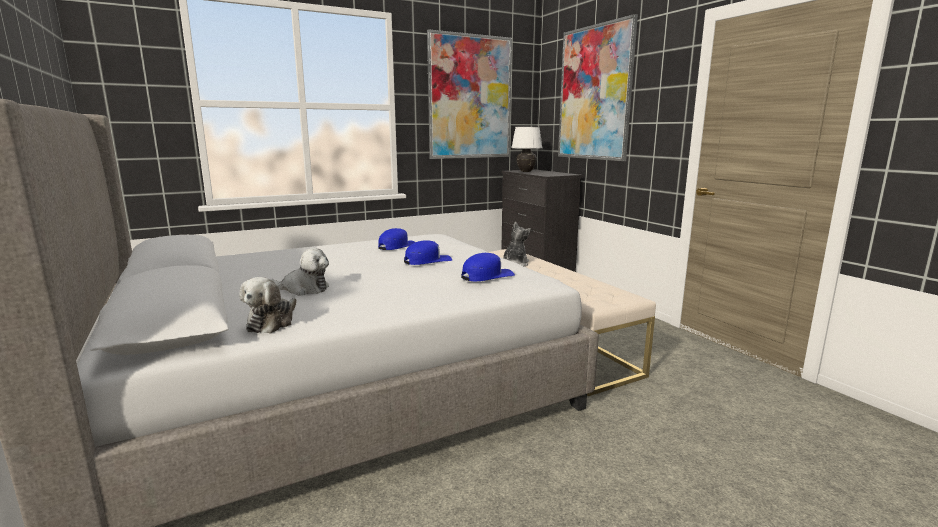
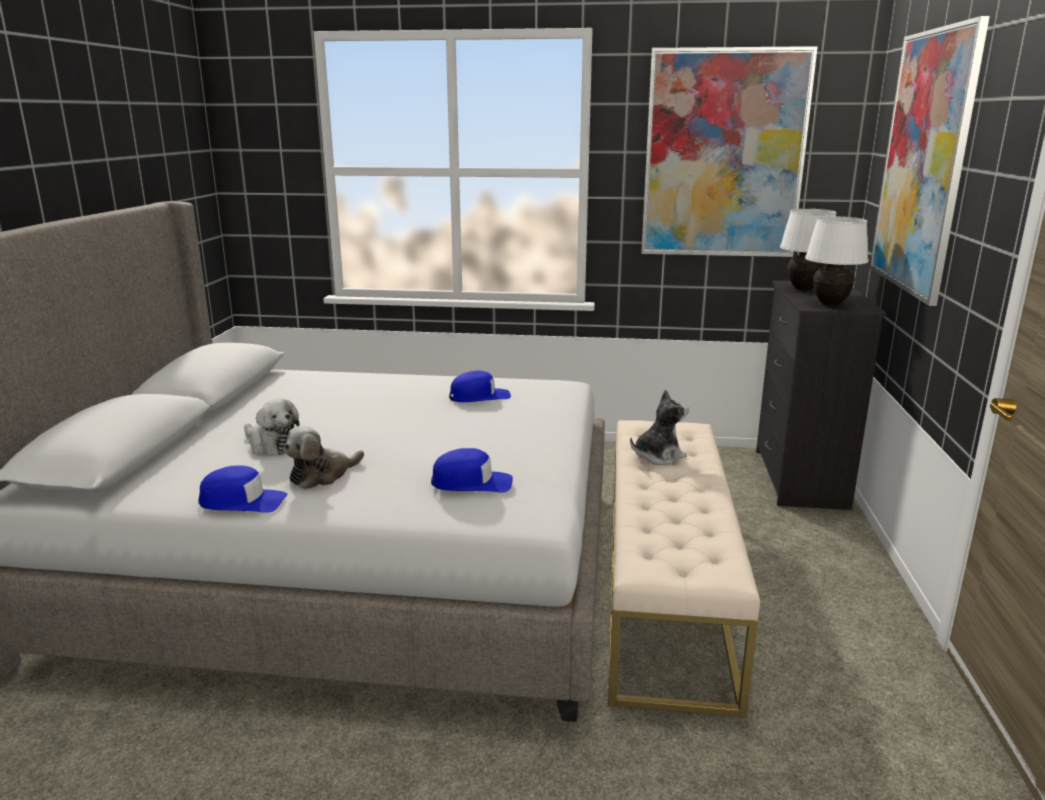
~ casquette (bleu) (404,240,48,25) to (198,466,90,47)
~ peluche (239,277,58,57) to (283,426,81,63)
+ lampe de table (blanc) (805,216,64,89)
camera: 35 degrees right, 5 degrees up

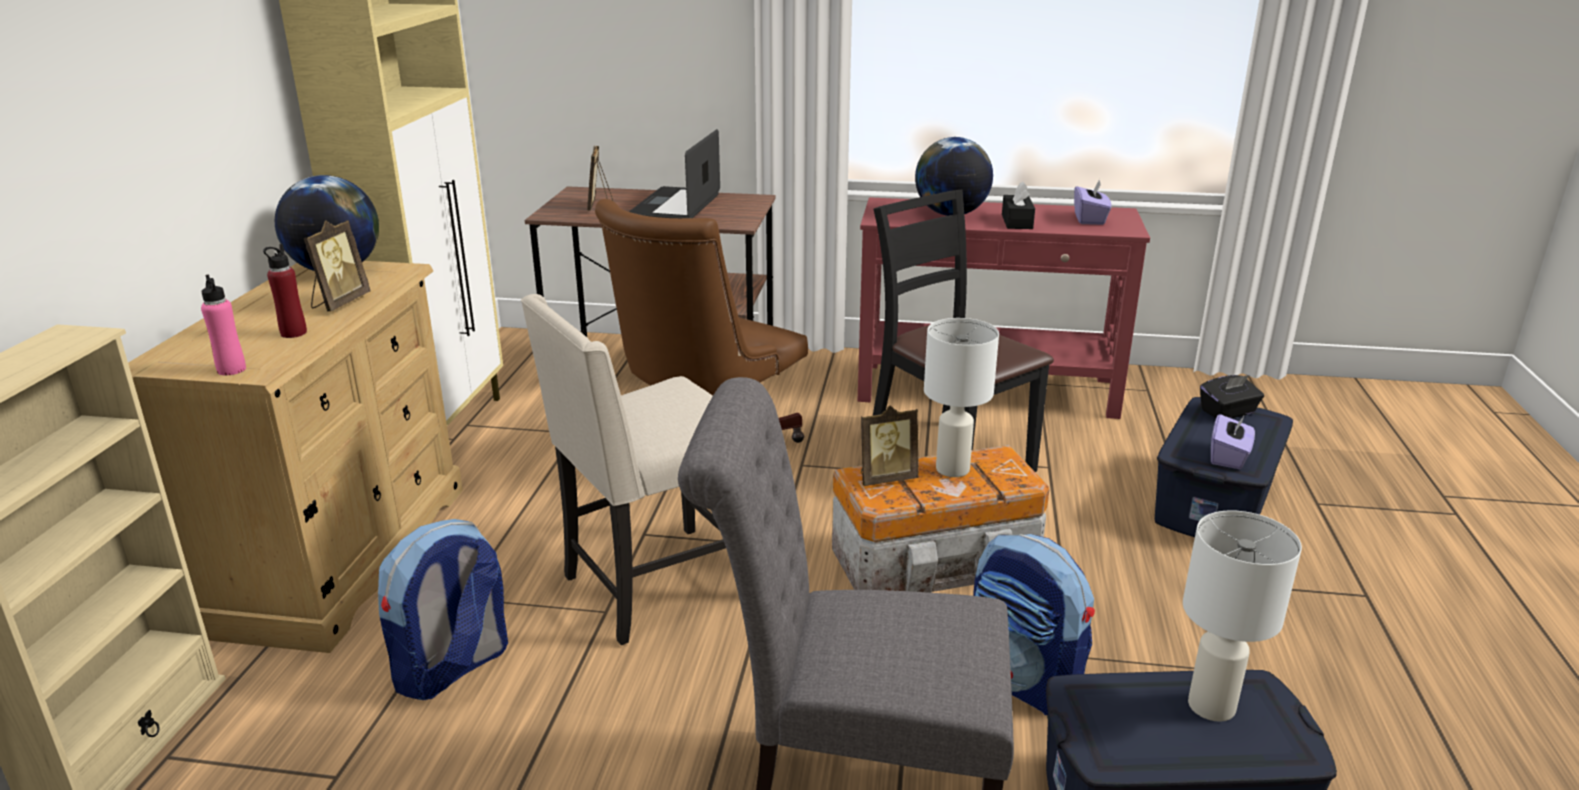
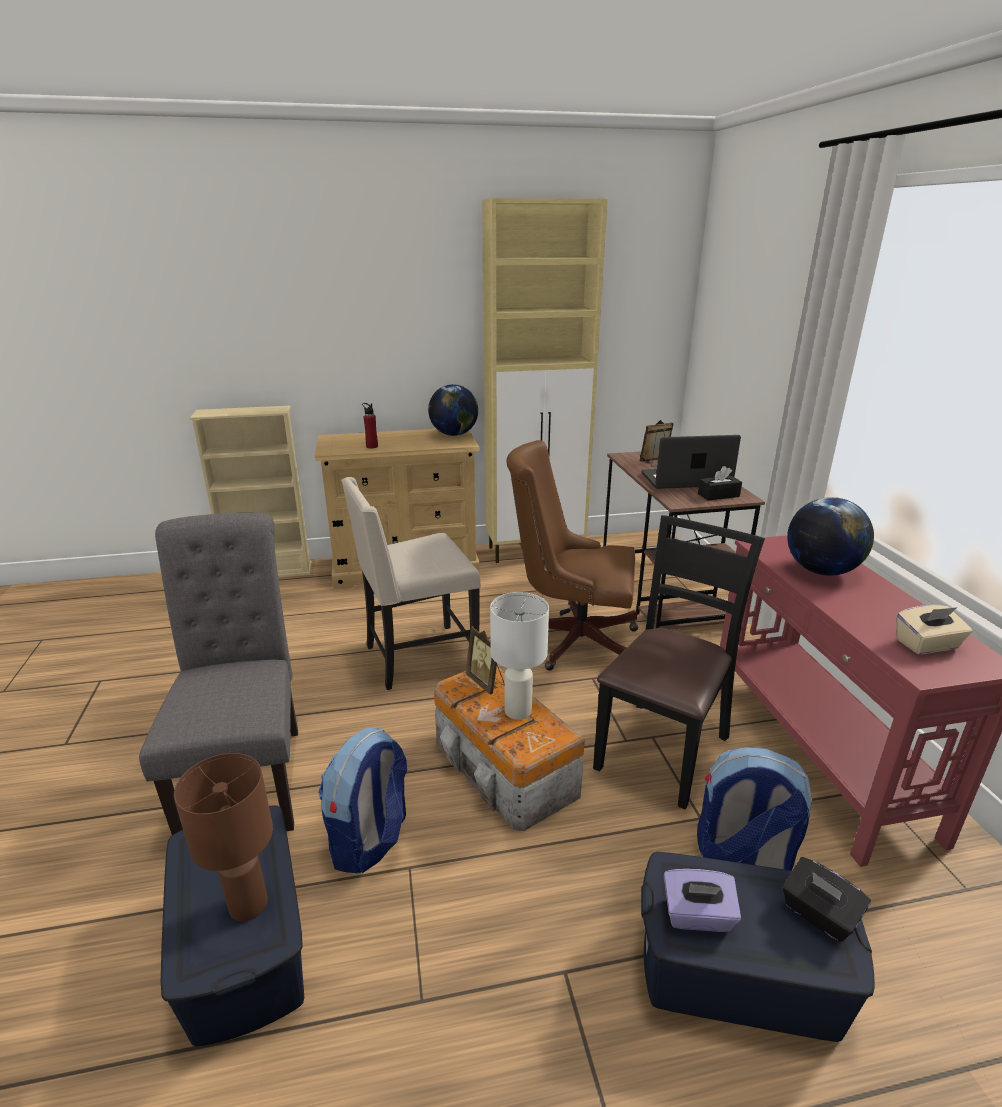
~ boîte à mouchoirs (violet) (1074,179,37,46) to boîte à mouchoirs (beige) (896,605,77,49)
~ boîte à mouchoirs (noir) (1002,182,33,47) to (698,466,44,35)
- cadre photo (304,220,66,92)
- bouteille (rose) (201,275,45,101)
~ chaise (beige) (521,294,205,351) = (341,477,140,213) 60 degrees counterclockwise
~ lampe de table (blanc) (1183,511,119,211) to lampe de table (marron) (174,753,99,169)
~ sac à dos (378,519,130,181) to (697,747,115,124)
camera: 70 degrees right, 0 degrees up

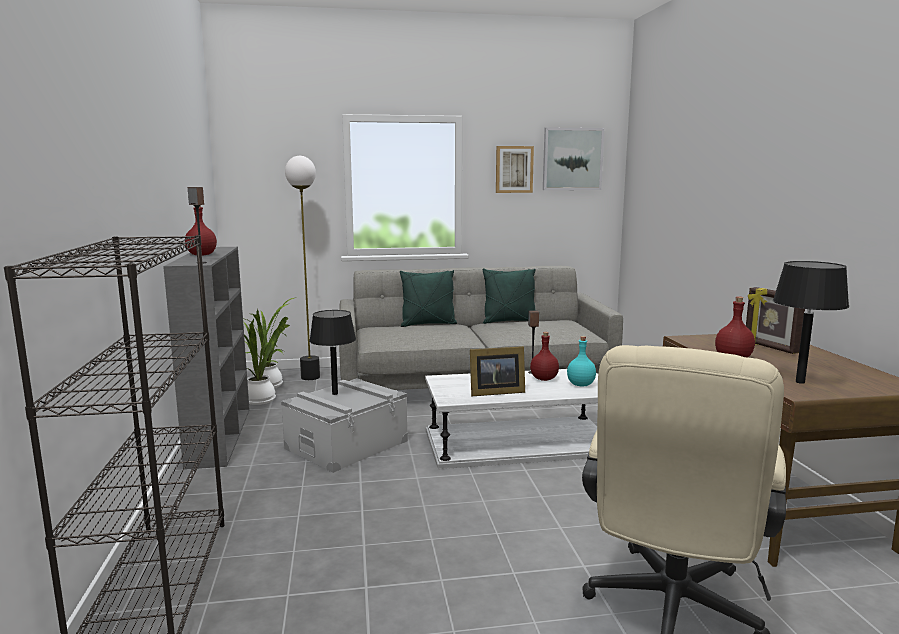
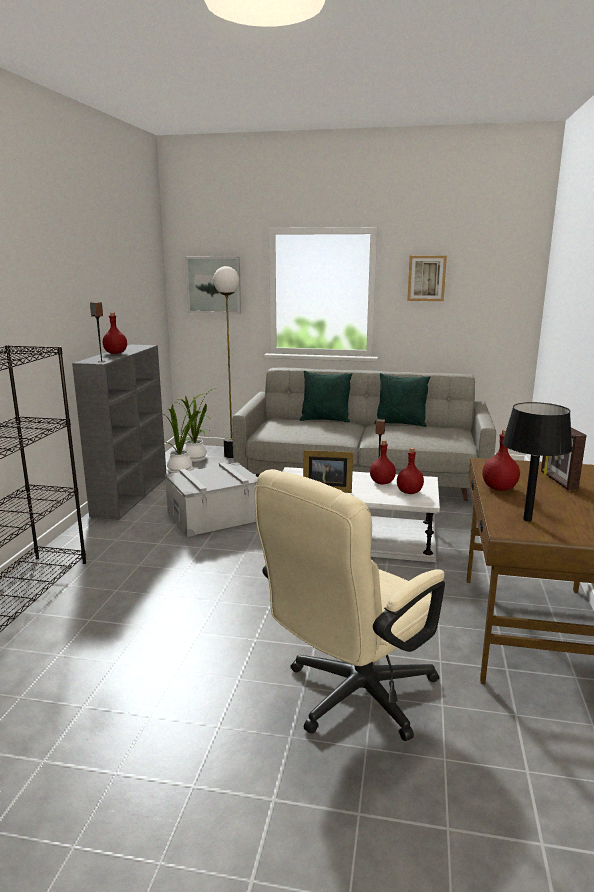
~ tableau (543,127,62,63) to (185,257,56,57)
- lampe de table (noir) (309,310,47,85)
~ bouteille (turquoise) (567,336,29,50) to bouteille (rouge) (397,448,27,46)
camera: 20 degrees right, 5 degrees up

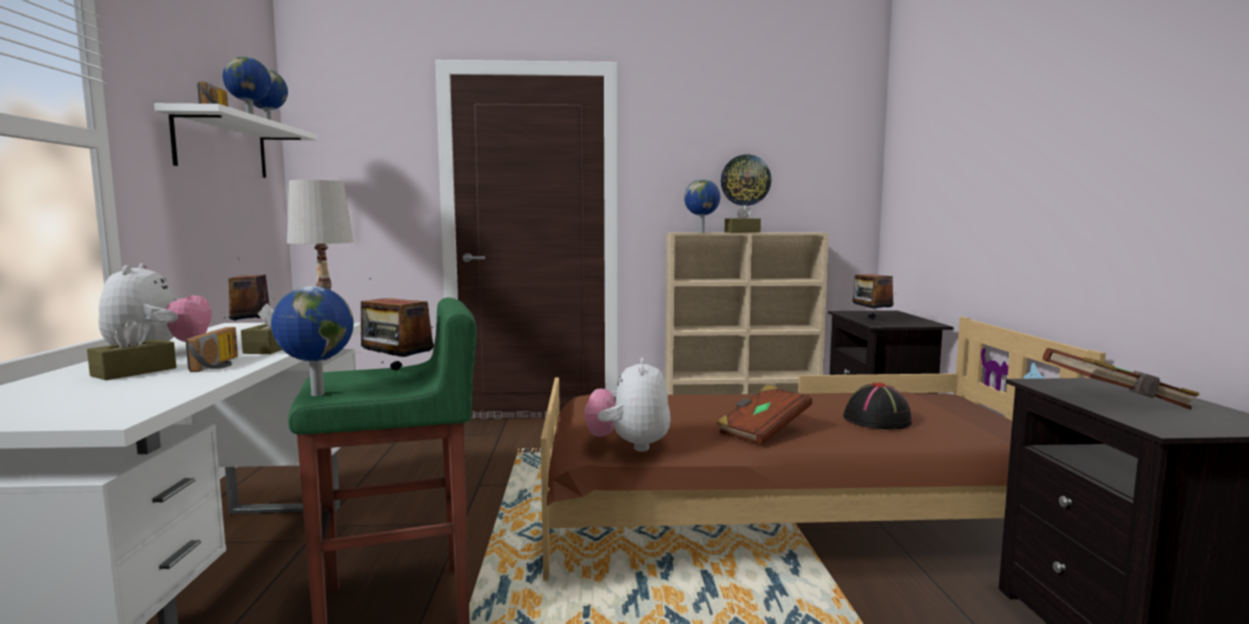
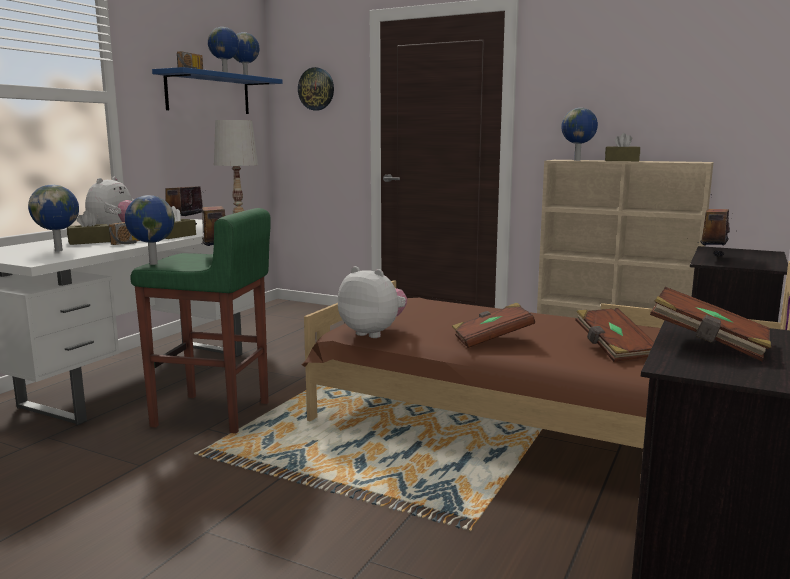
~ étagère (blanc) (154,103,163,75) to étagère (bleu) (152,67,131,47)
~ horloge murale (721,155,50,51) to (298,67,36,43)
~ peluche (585,358,86,93) = (338,266,69,72) 90 degrees clockwise
~ chapeau (noir) (843,382,69,48) to livre (marron) (575,308,79,54)
+ globe (28,185,51,67)
camera: 30 degrees right, 5 degrees up

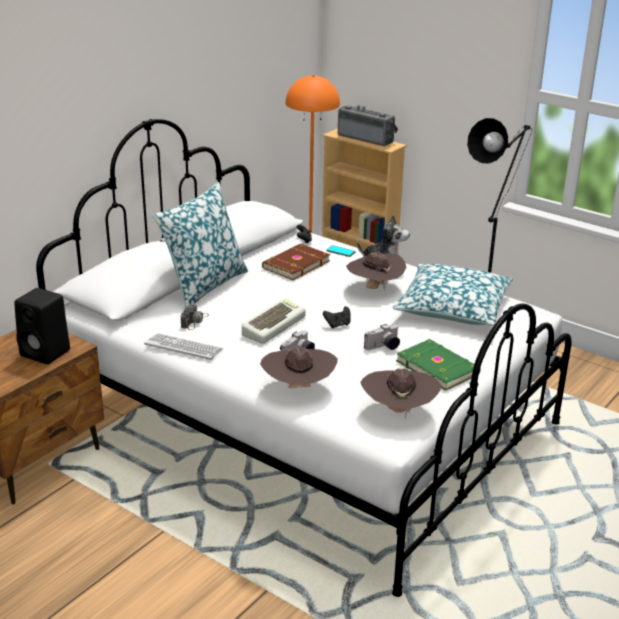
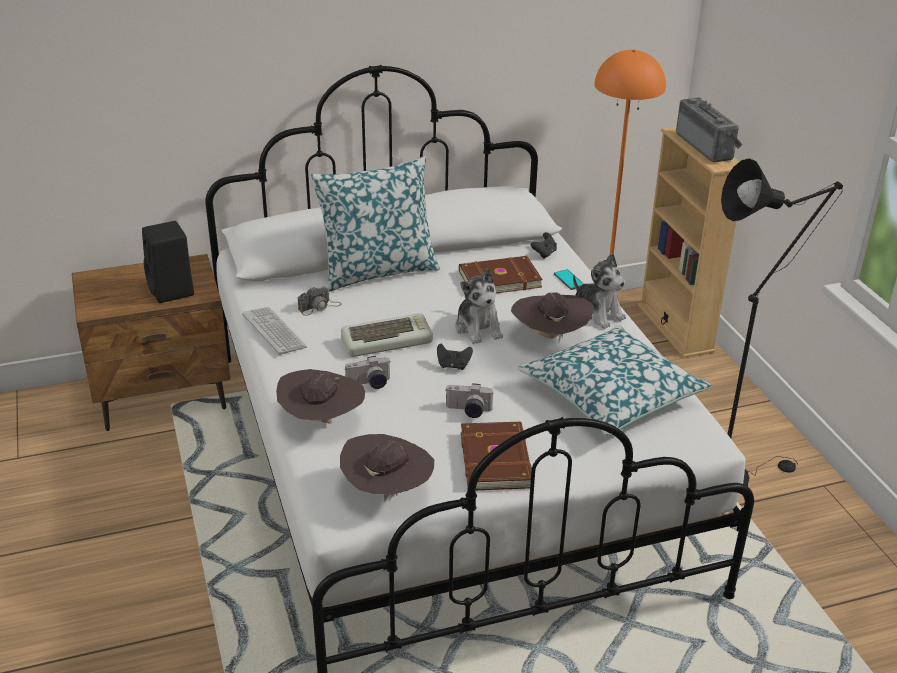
~ livre (vert) (396,339,84,52) to livre (marron) (461,422,71,68)
+ peluche (455,268,48,76)
camera: 35 degrees right, 5 degrees up

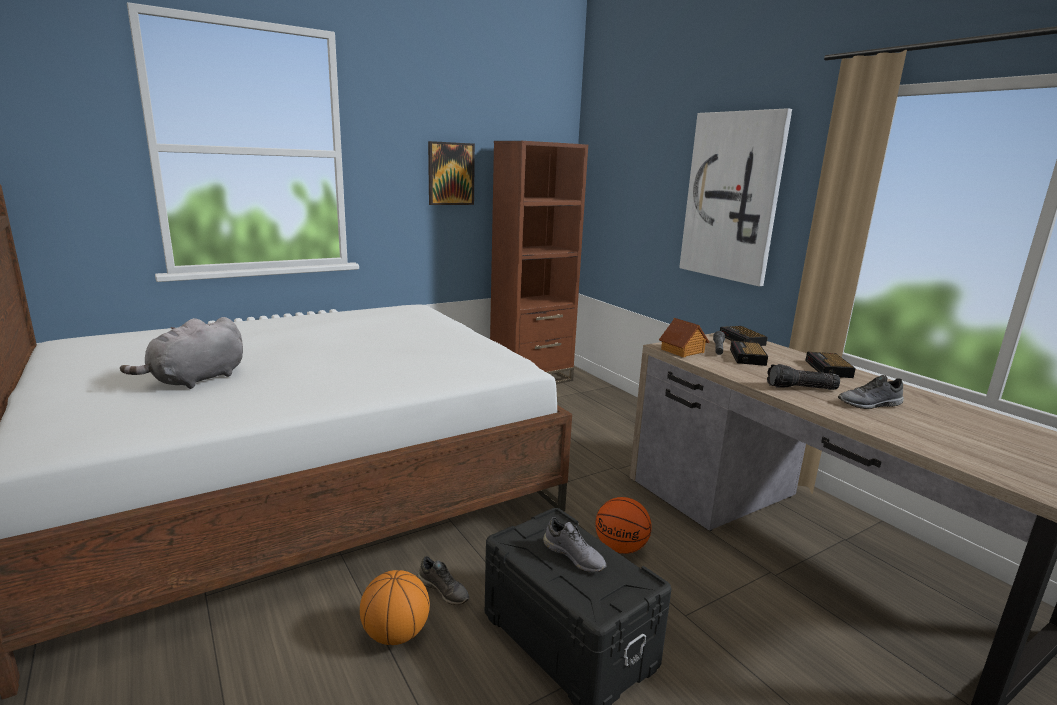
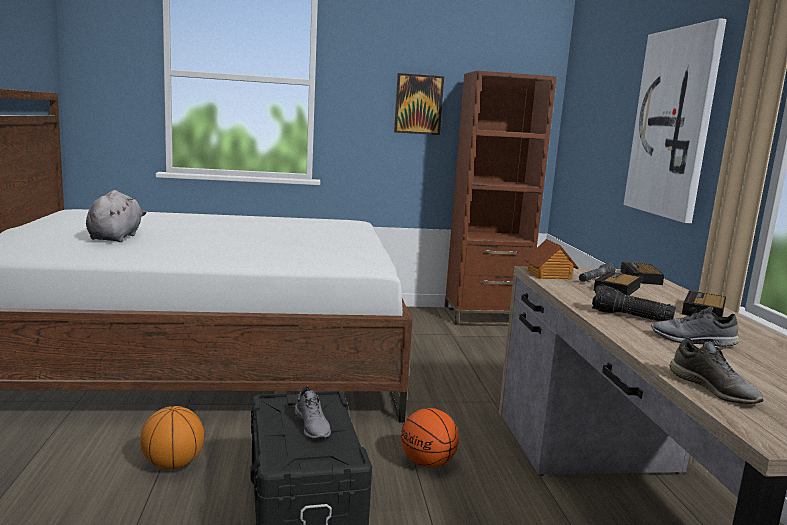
~ peluche (gris) (120,317,123,72) = (86,190,60,52) 120 degrees clockwise
~ chaussure (gris) (418,556,51,49) to (670,337,94,67)
camera: 25 degrees right, 5 degrees down

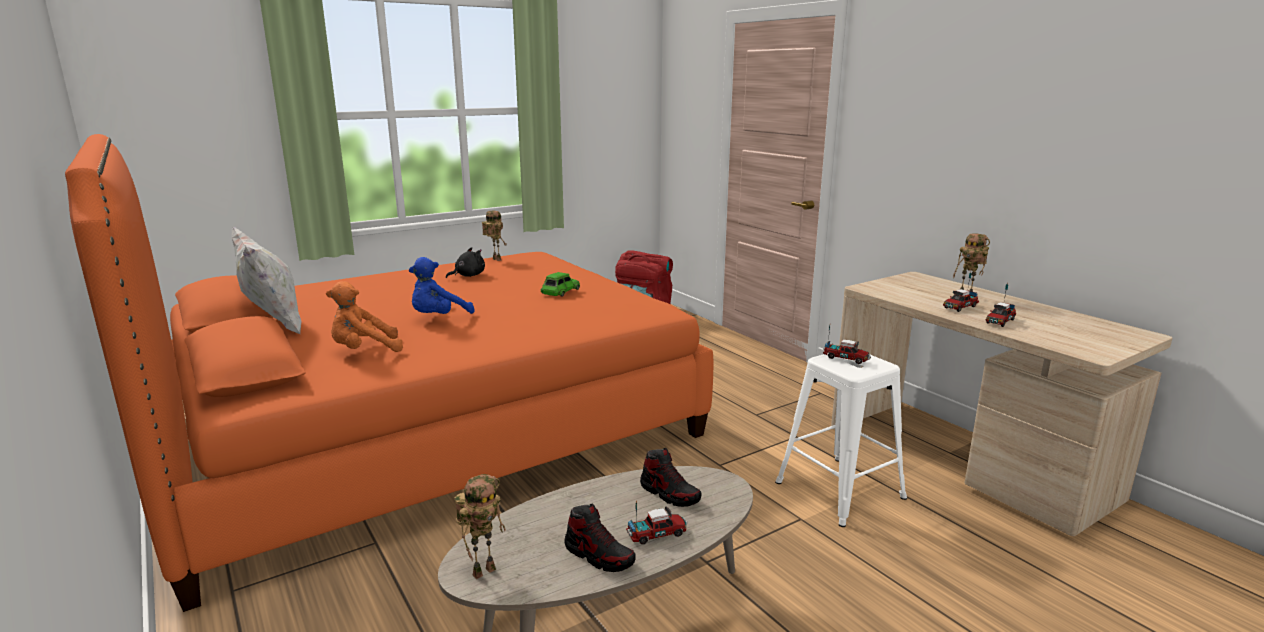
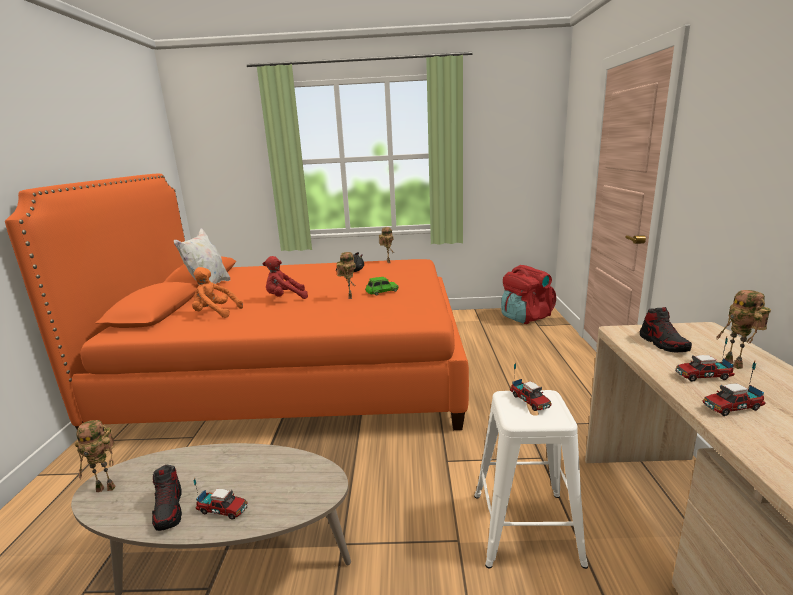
~ peluche (bleu) (409,257,66,57) to peluche (rouge) (263,256,45,43)
~ chaussure (640,448,61,59) to (640,307,52,45)
+ robot jouet (336,252,20,47)
camera: 35 degrees right, 0 degrees up

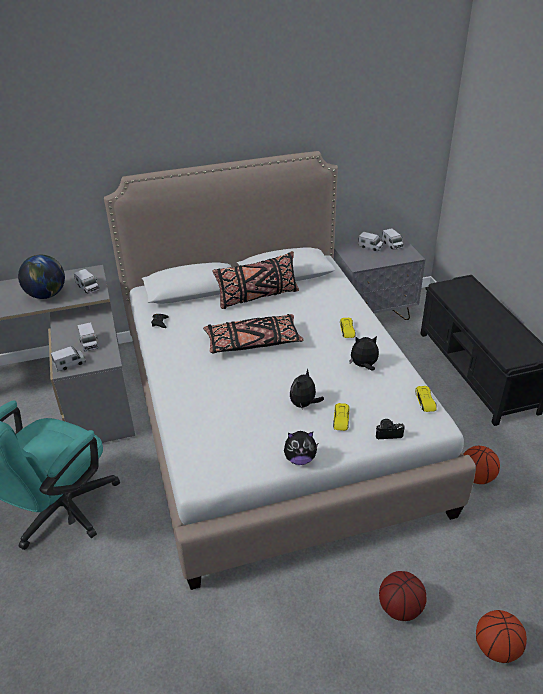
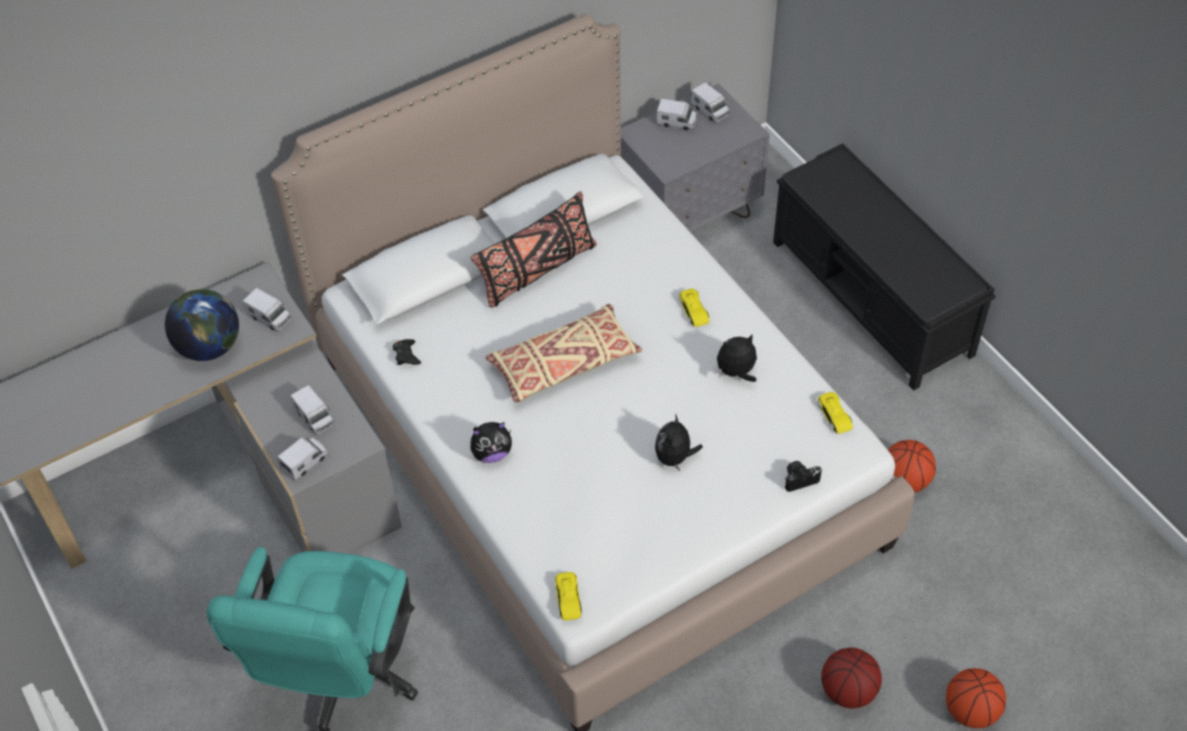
~ coussin (noir) (203,314,101,39) to coussin (beige) (485,304,157,99)
~ petite voiture (jaune) (333,403,17,28) to (555,572,27,48)
~ peluche (284,431,34,34) to (470,422,42,41)
camera: 15 degrees left, 15 degrees up

